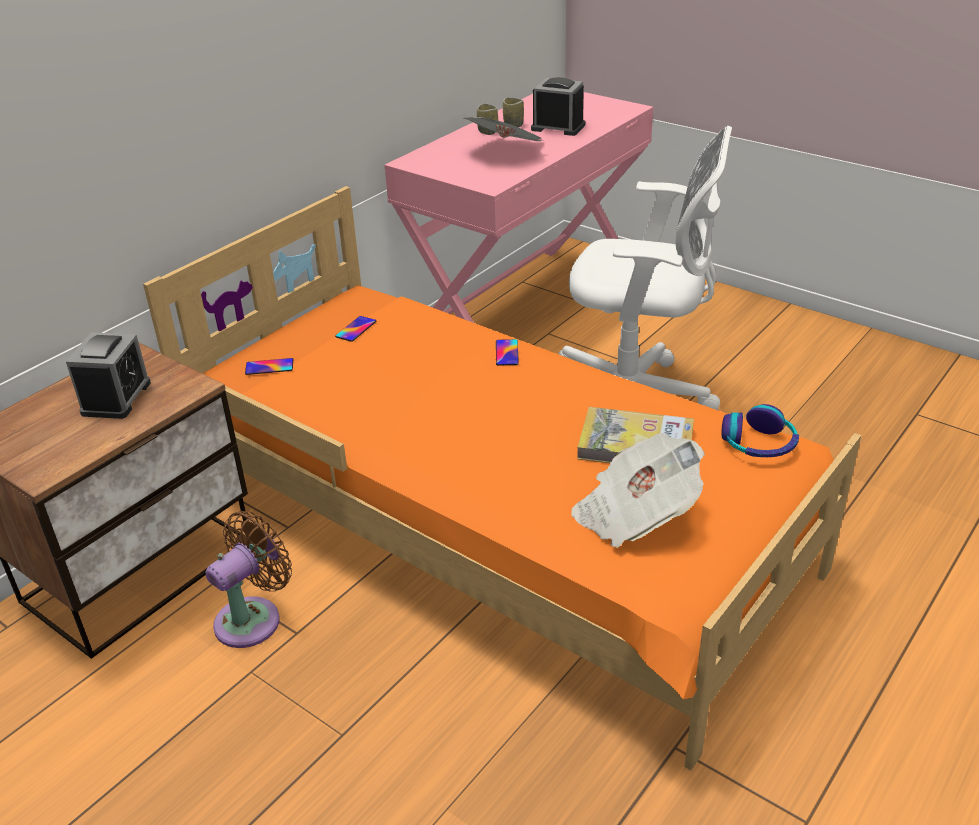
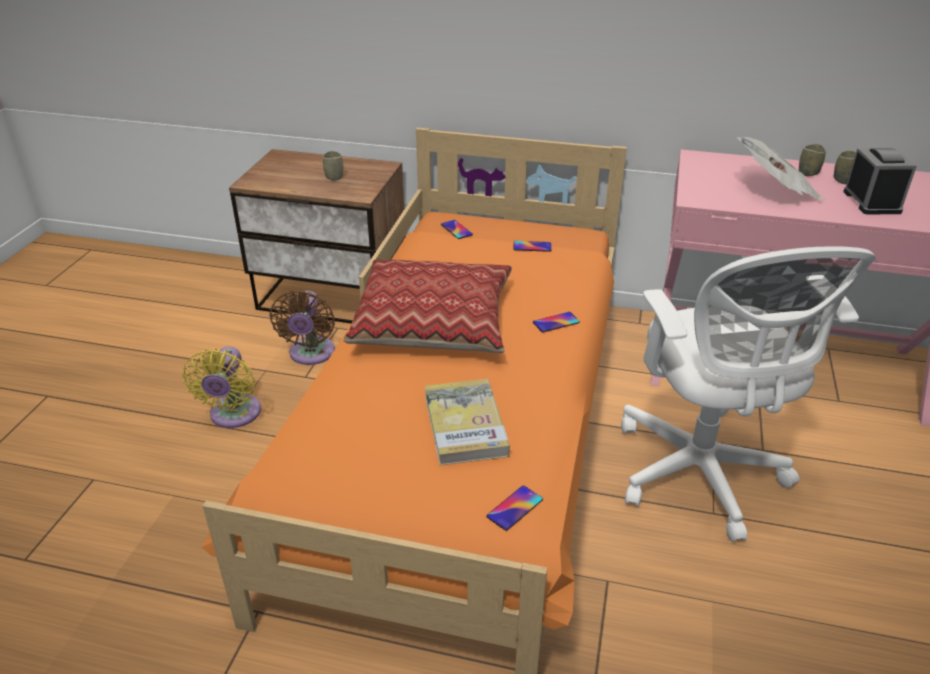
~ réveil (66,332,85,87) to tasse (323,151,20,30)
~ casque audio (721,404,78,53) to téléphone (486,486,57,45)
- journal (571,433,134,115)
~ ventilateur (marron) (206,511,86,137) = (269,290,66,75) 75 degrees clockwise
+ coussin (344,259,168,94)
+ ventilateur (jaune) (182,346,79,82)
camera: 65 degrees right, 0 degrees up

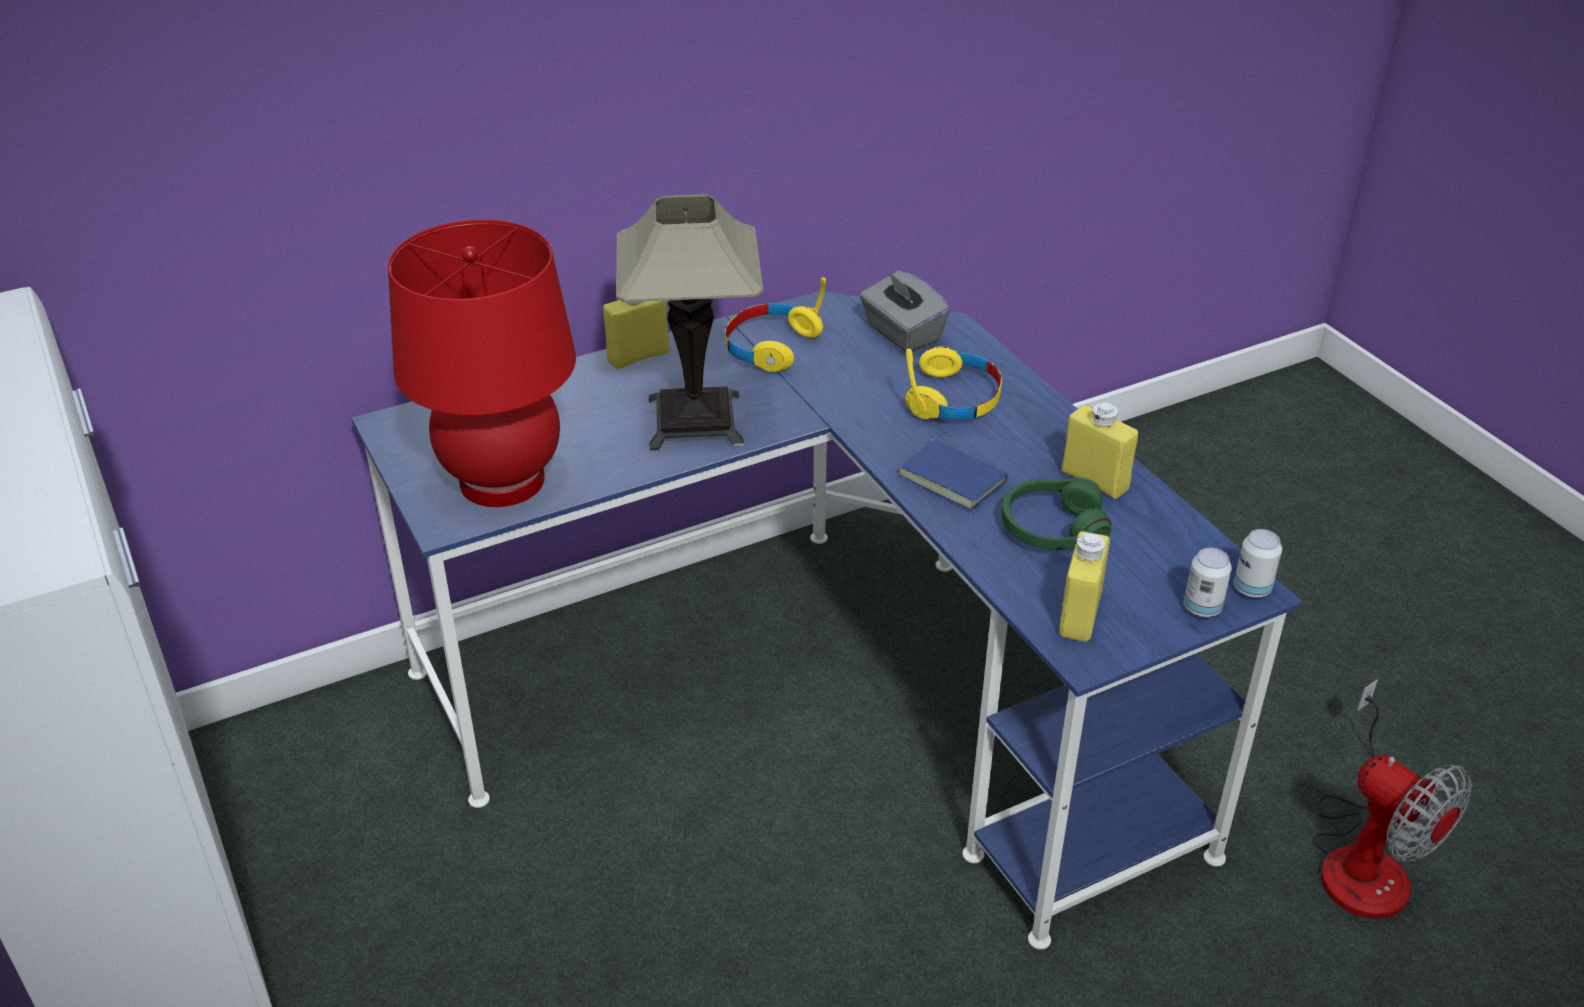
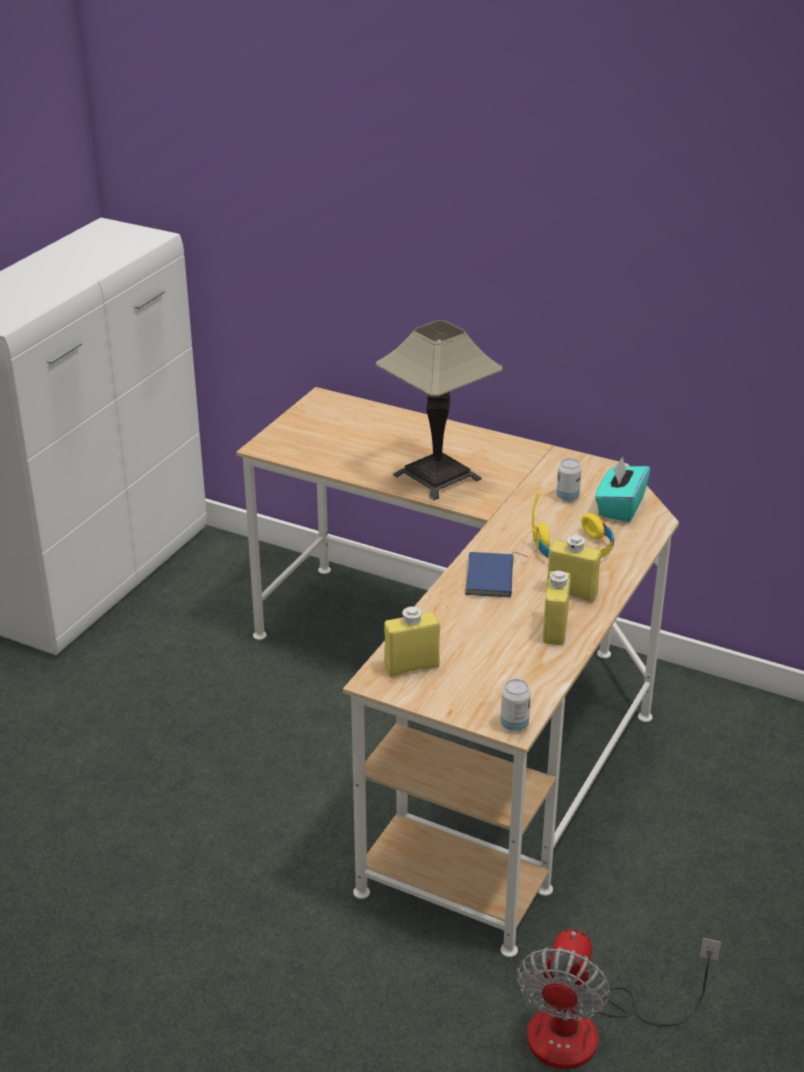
- lampe de table (rouge) (388,220,188,287)
~ boîte à mouchoirs (gris) (860,271,90,81) to boîte à mouchoirs (turquoise) (595,456,55,66)
- casque audio (jaune) (725,277,101,95)
~ bureau (bleu) (351,291,951,659) to bureau (beige) (236,387,443,570)
~ bouteille (jaune) (603,300,67,70) to (546,535,55,67)
- casque audio (vert) (1002,478,110,72)
~ boîte métallique (1184,548,48,69) to (556,458,25,44)
camera: 55 degrees right, 5 degrees down

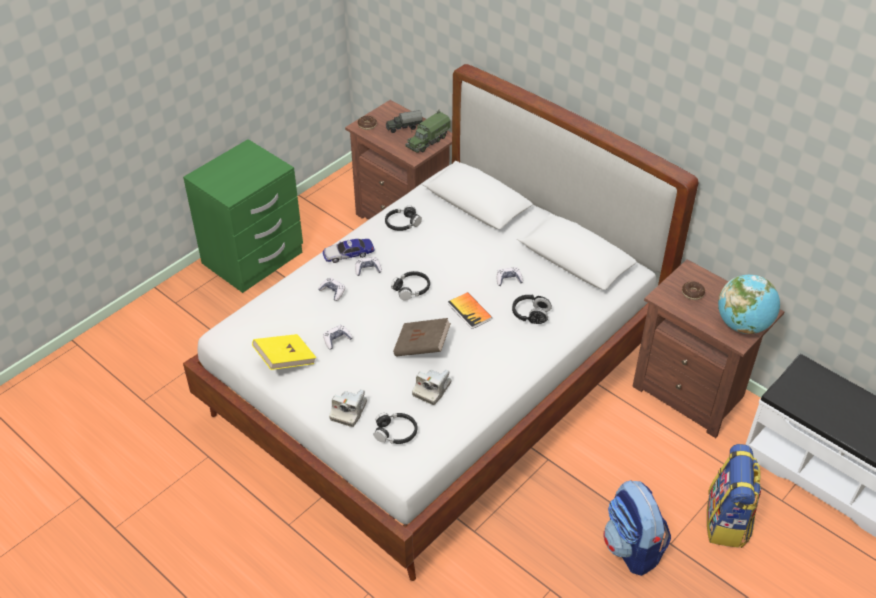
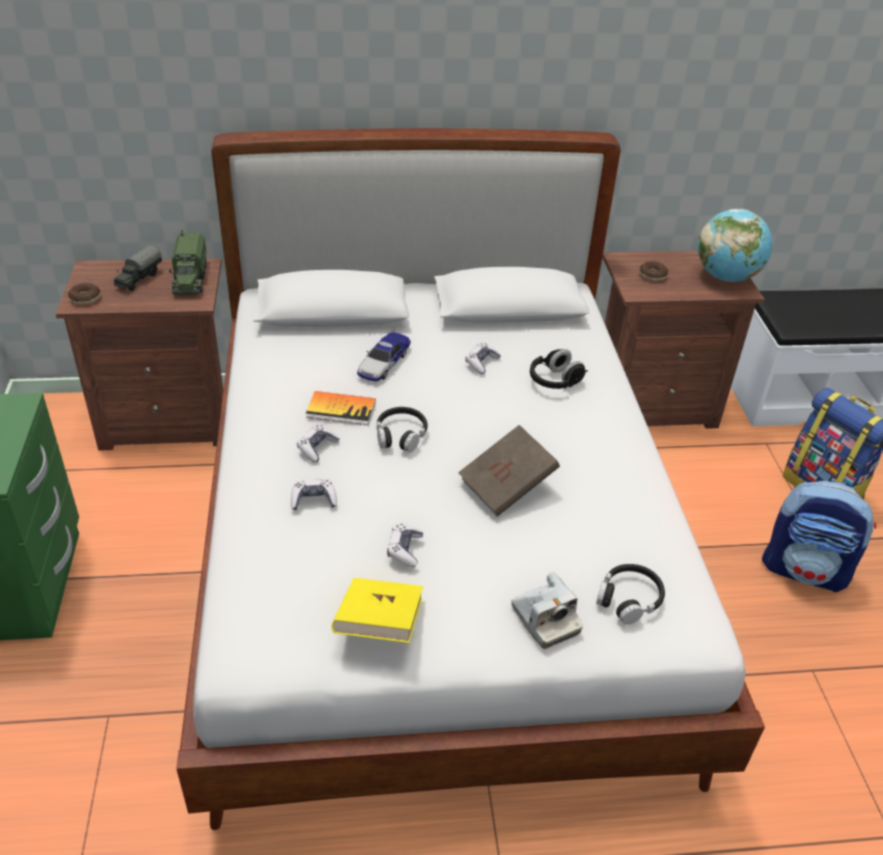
- casque audio (noir) (385,205,37,26)
~ petite voiture (323,239,52,24) to (357,332,54,50)
~ livre (448,292,44,37) to (306,391,70,34)
- appareil photo (412,369,40,36)
camera: 50 degrees left, 5 degrees down

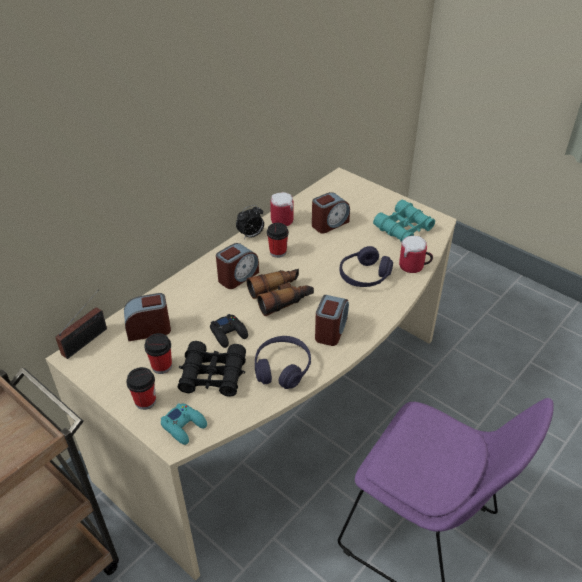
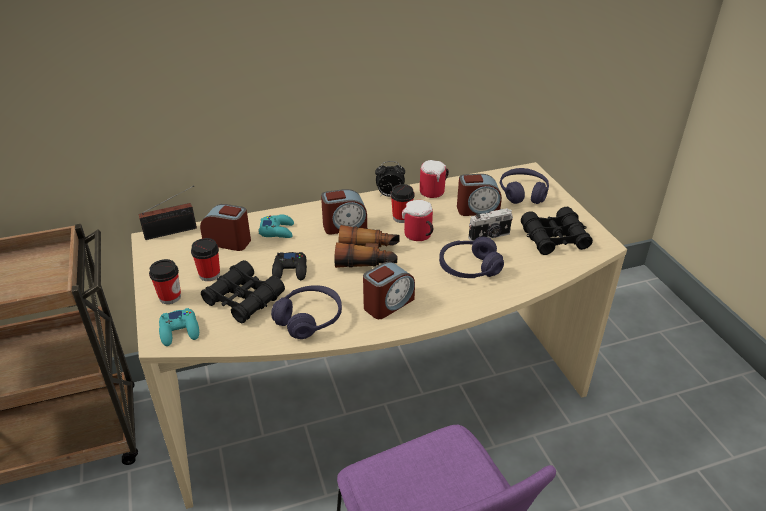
~ jumelles (turquoise) (373,200,62,42) to jumelles (noir) (521,207,72,48)
~ mug (399,236,34,37) to (402,200,31,41)
+ casque audio (violet) (500,168,49,36)
+ appareil photo (468,208,45,33)
+ manette (turquoise) (259,214,35,24)
camera: 30 degrees right, 5 degrees down

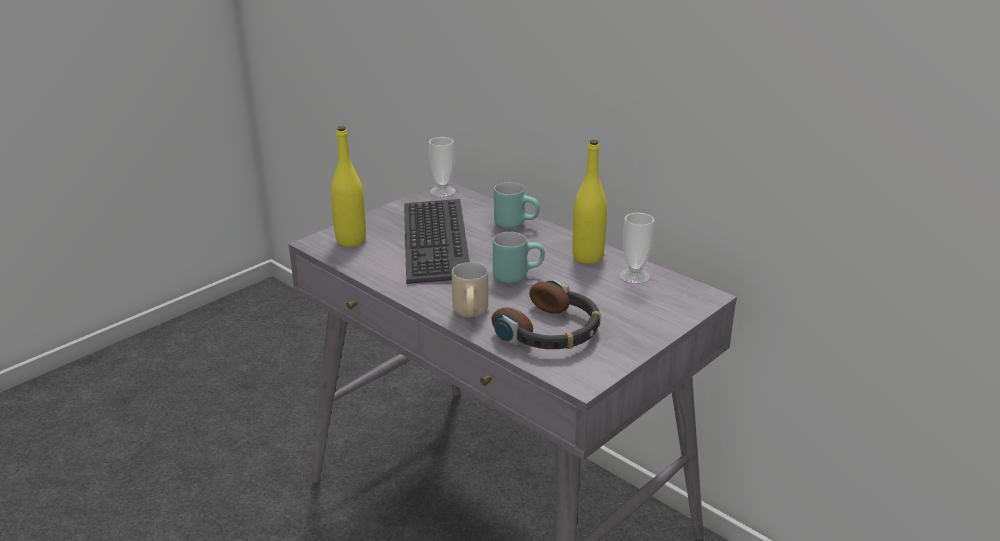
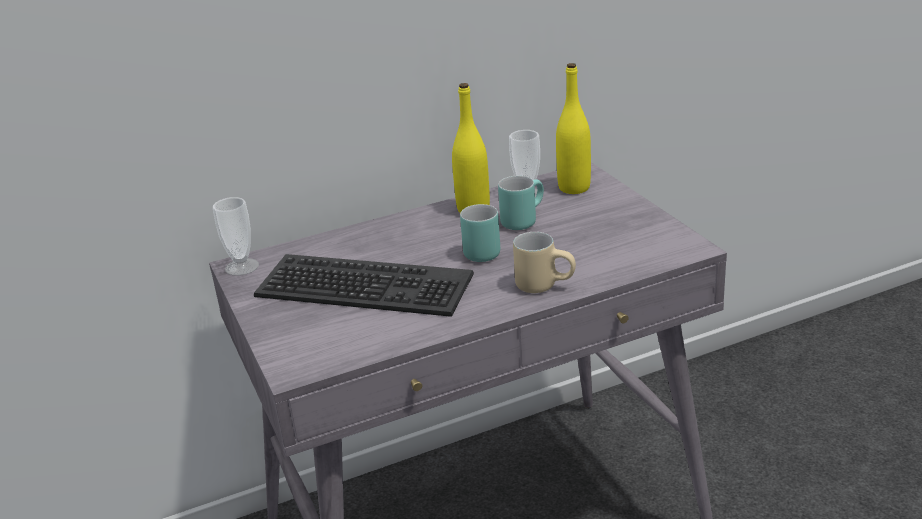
~ bouteille (jaune) (331,126,35,121) to (556,63,35,131)
~ mug (turquoise) (494,182,46,46) to (498,176,46,54)
- casque audio (492,280,109,69)
camera: 65 degrees left, 0 degrees up

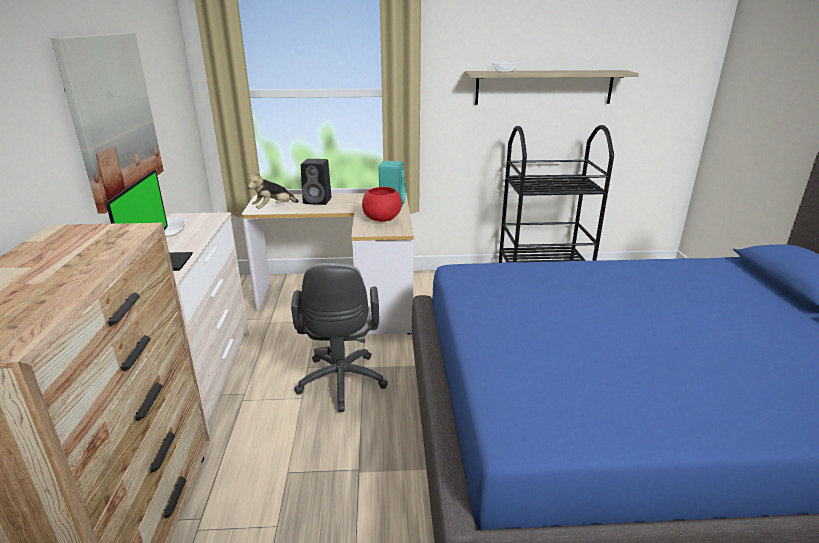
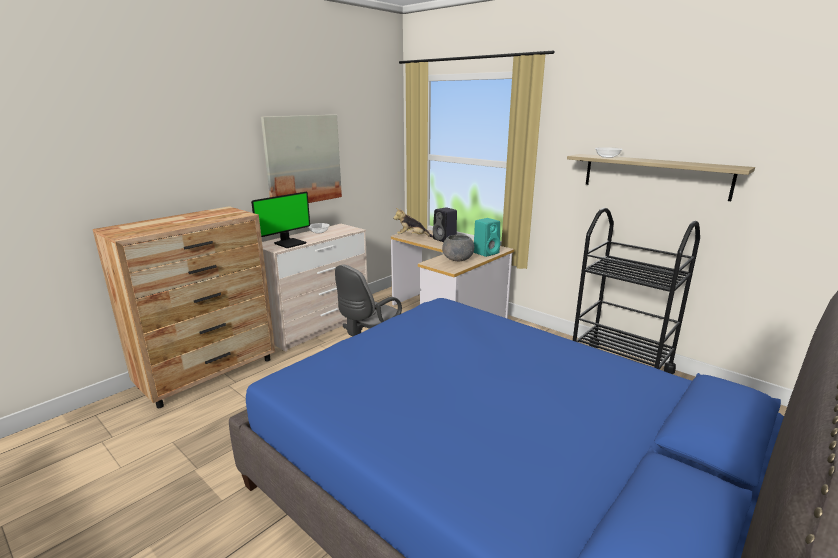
~ bol (rouge) (362,187,40,35) to bol (gris) (442,235,32,26)
camera: 45 degrees right, 5 degrees down

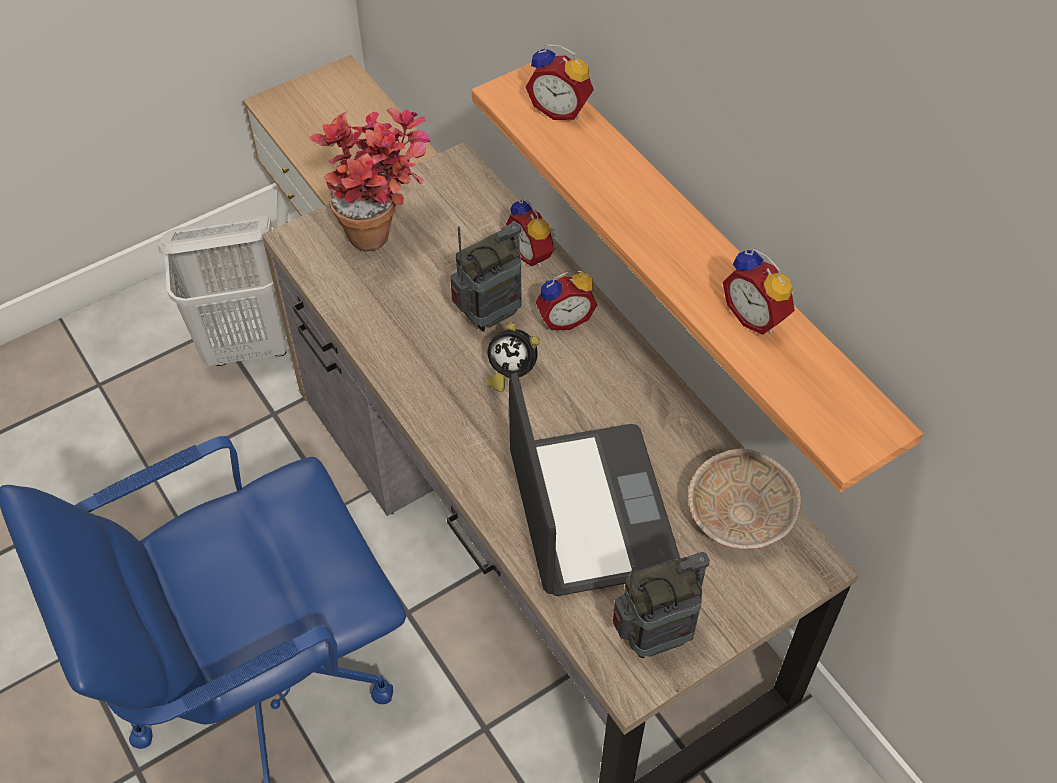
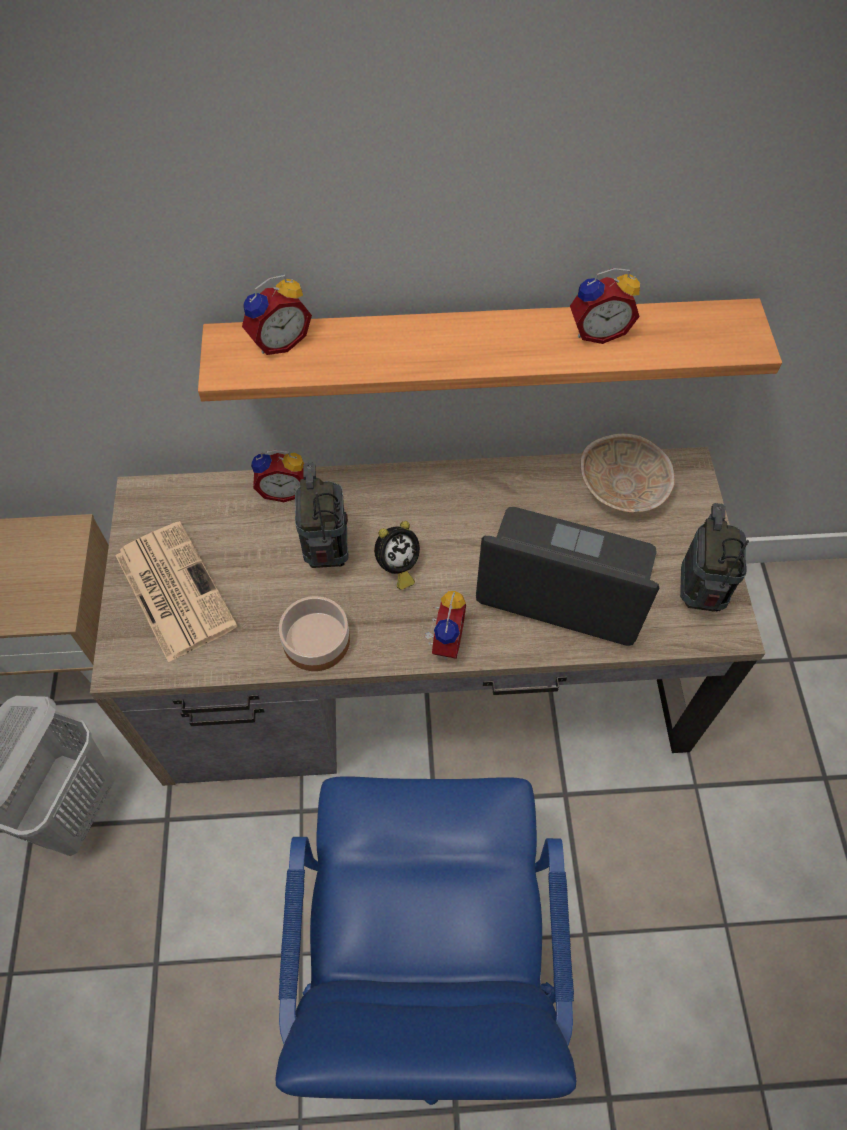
~ plante en pot (309,108,122,144) to journal (115,521,123,142)
~ réveil (536,271,61,59) to (424,591,42,69)
+ bol (279,596,71,75)
camera: 60 degrees left, 5 degrees up

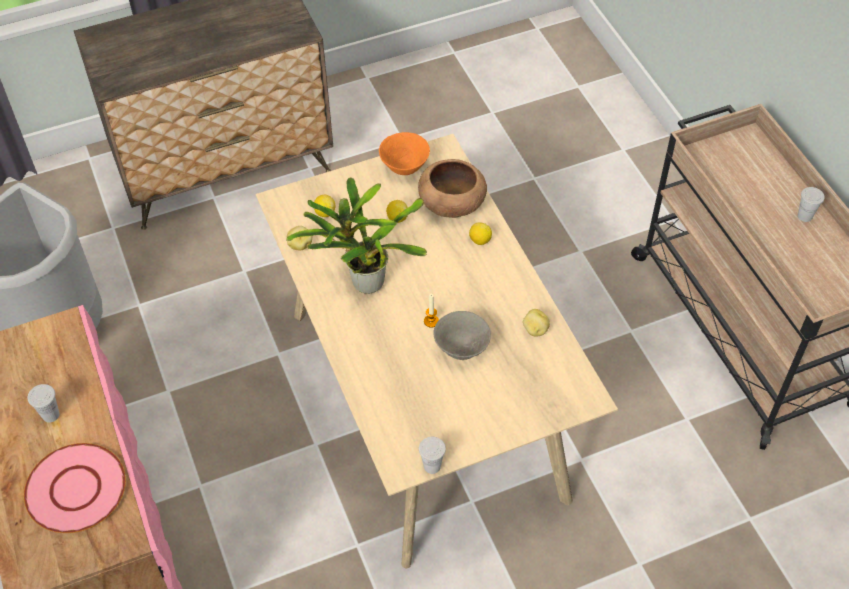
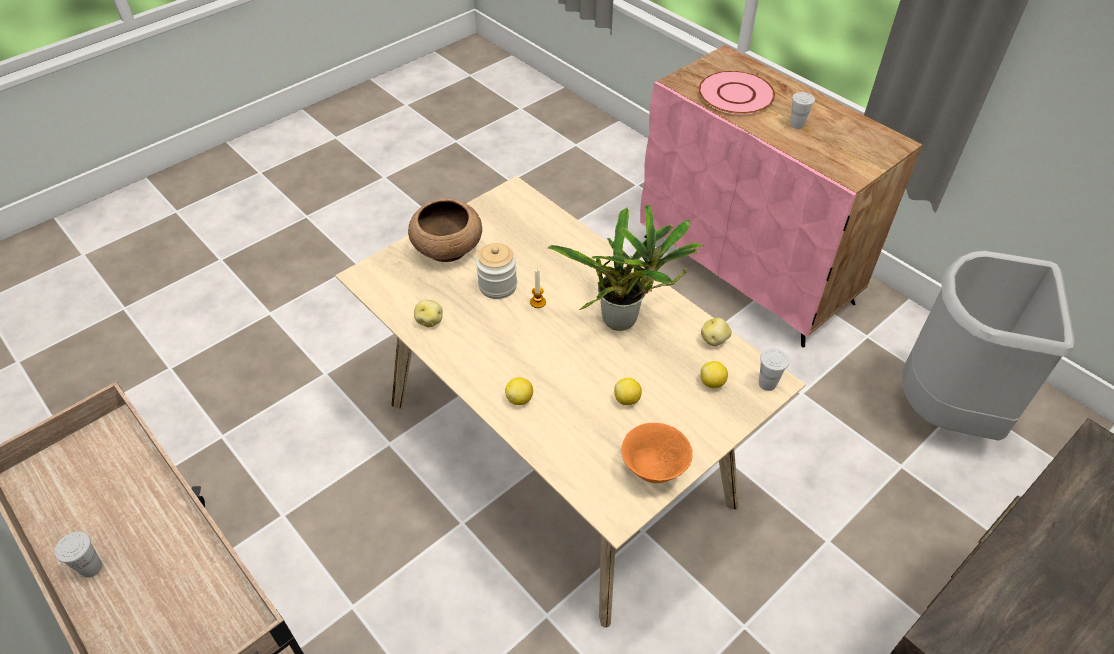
~ bol (marron) (418,159,69,59) to (408,198,74,64)
~ bol (gris) (433,311,58,49) to bocal (476,243,41,56)
~ tasse (blanc) (419,437,27,37) to (759,348,30,43)
camera: 160 degrees right, 5 degrees down

